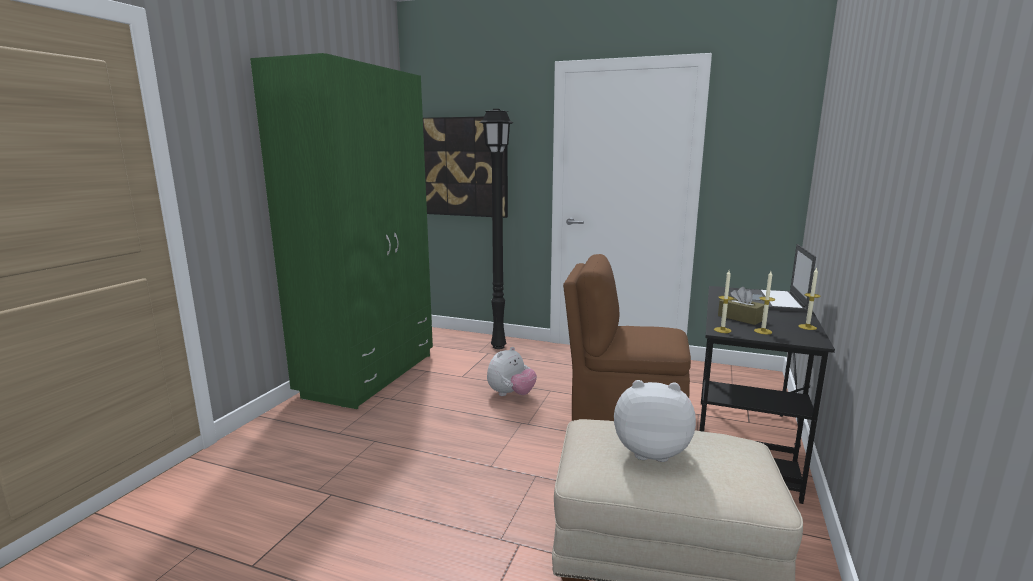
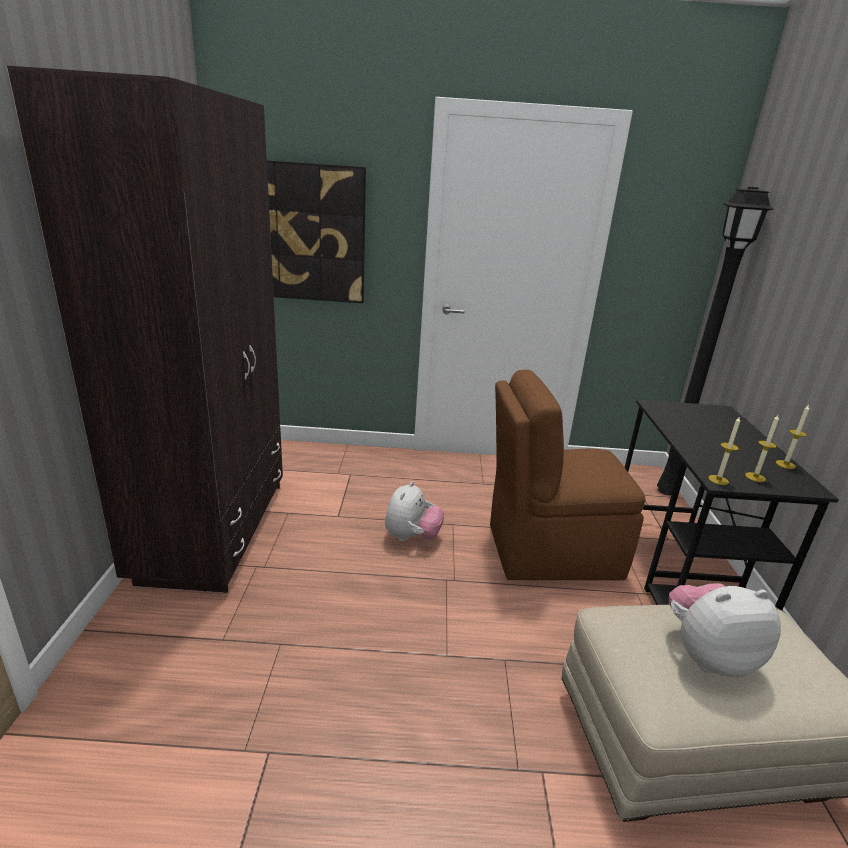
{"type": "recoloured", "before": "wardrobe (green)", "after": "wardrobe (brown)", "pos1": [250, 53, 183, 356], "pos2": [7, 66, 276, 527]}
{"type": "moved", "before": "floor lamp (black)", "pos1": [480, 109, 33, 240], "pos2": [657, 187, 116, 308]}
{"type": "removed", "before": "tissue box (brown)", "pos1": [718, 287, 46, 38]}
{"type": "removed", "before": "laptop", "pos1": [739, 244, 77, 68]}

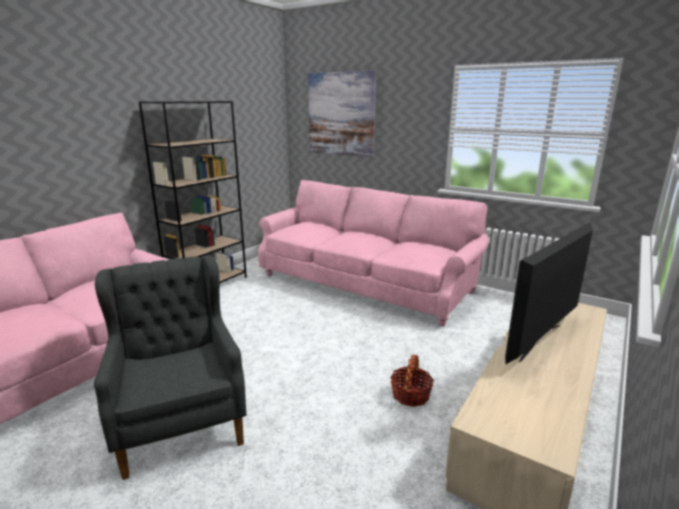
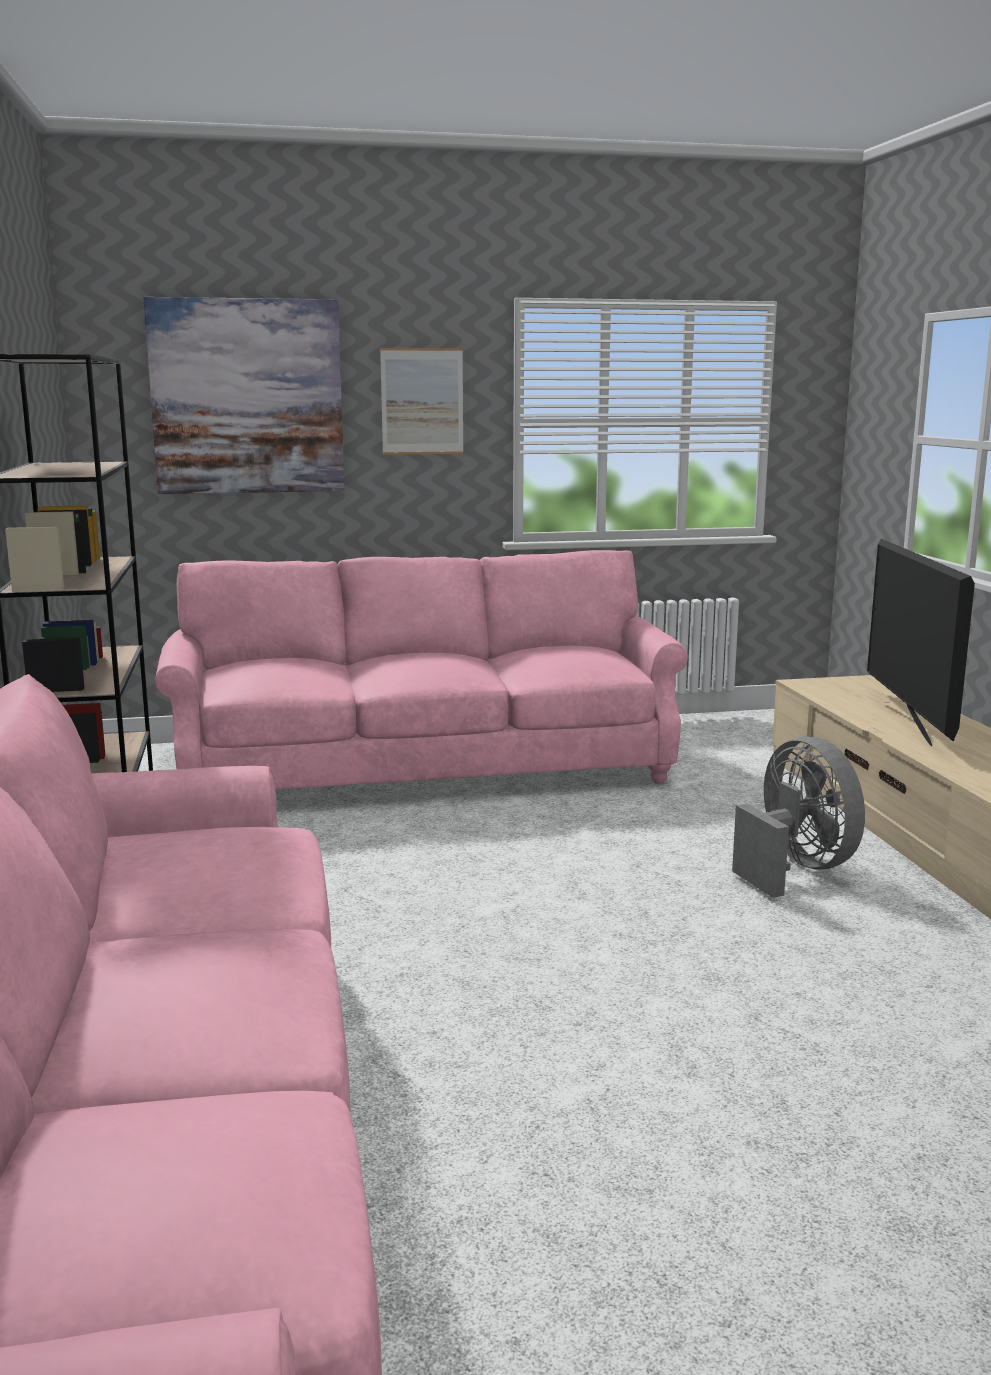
{"type": "added", "after": "picture", "pos2": [380, 348, 84, 107]}
{"type": "replaced", "before": "basket", "after": "fan (grey)", "pos1": [390, 355, 44, 52], "pos2": [732, 736, 133, 162]}
{"type": "removed", "before": "armchair (grey)", "pos1": [94, 256, 153, 224]}

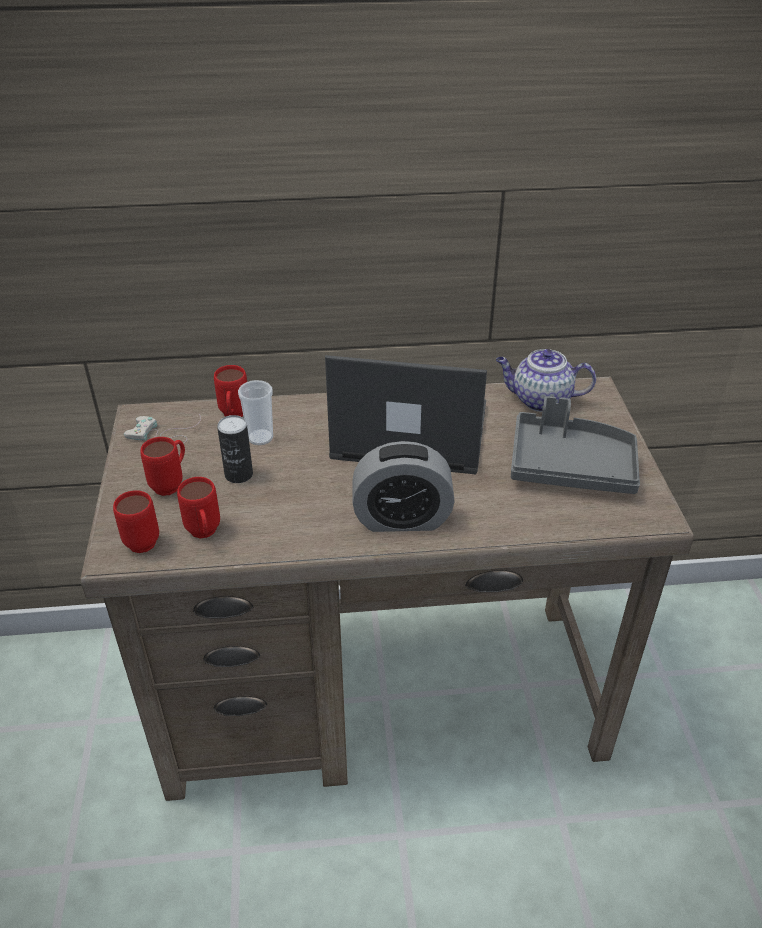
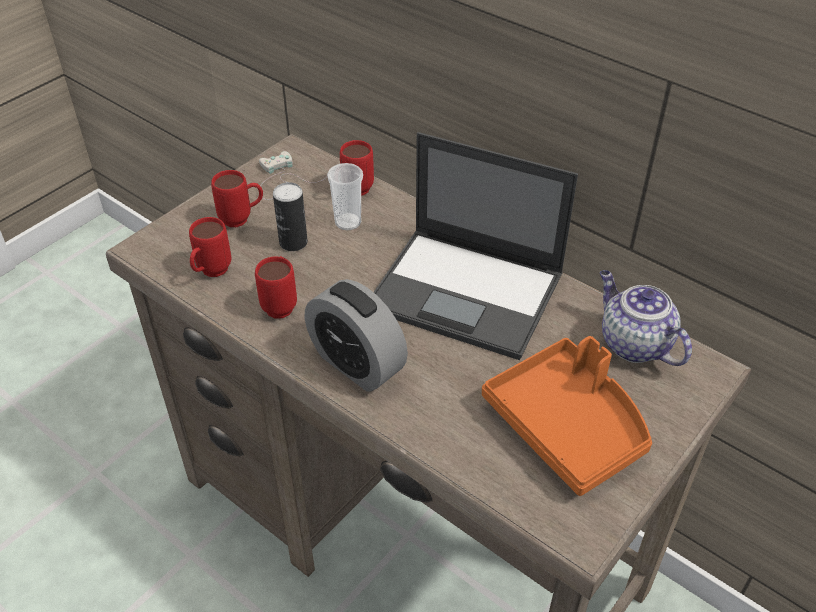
{"type": "moved", "before": "mug (red)", "pos1": [113, 490, 46, 63], "pos2": [255, 256, 42, 63]}
{"type": "turned", "before": "laptop", "pos1": [325, 355, 162, 119], "pos2": [374, 132, 204, 228], "turn": 150}
{"type": "recoloured", "before": "tray (grey)", "after": "tray (orange)", "pos1": [511, 396, 129, 98], "pos2": [482, 336, 170, 160]}

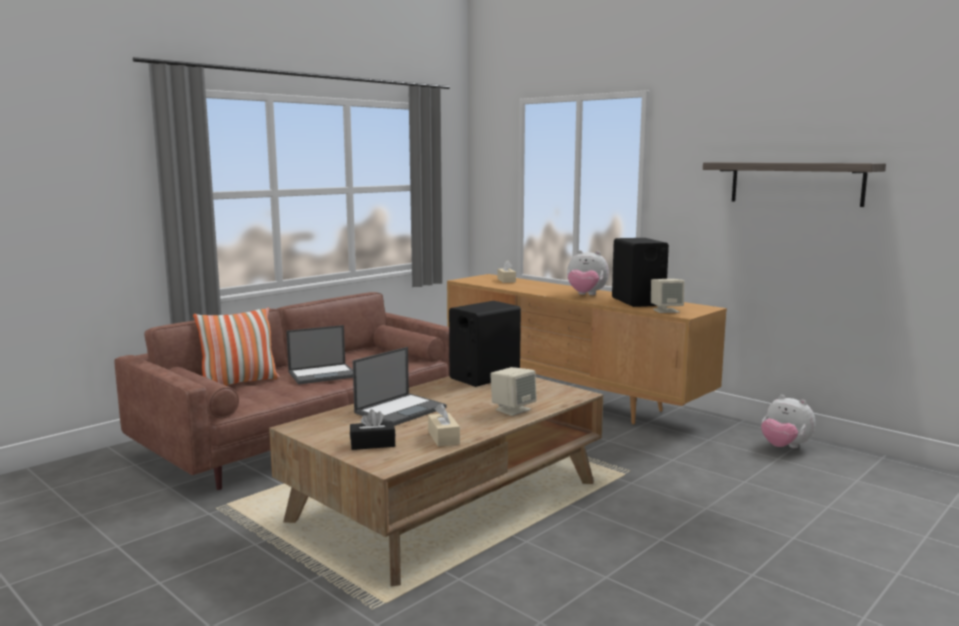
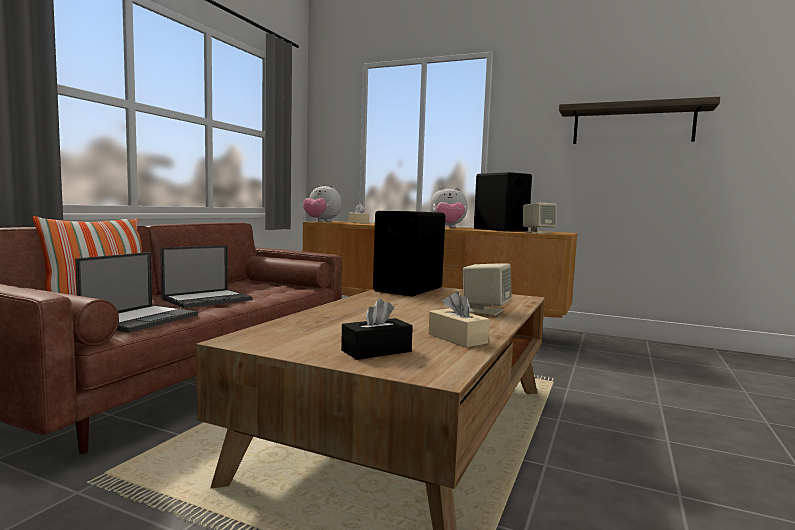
{"type": "moved", "before": "laptop", "pos1": [353, 347, 94, 79], "pos2": [75, 252, 123, 81]}
{"type": "moved", "before": "plush toy", "pos1": [761, 395, 54, 53], "pos2": [303, 185, 38, 37]}

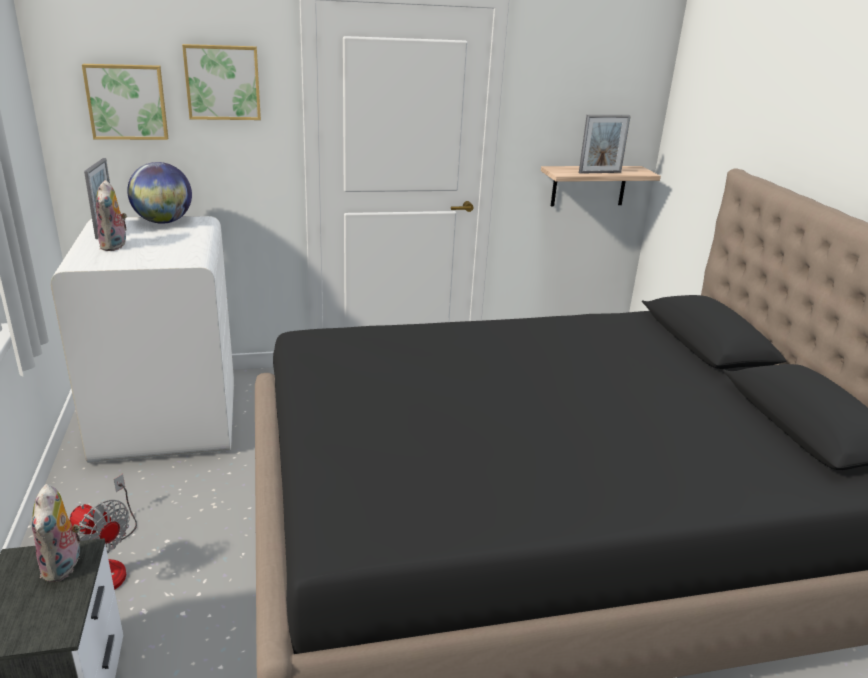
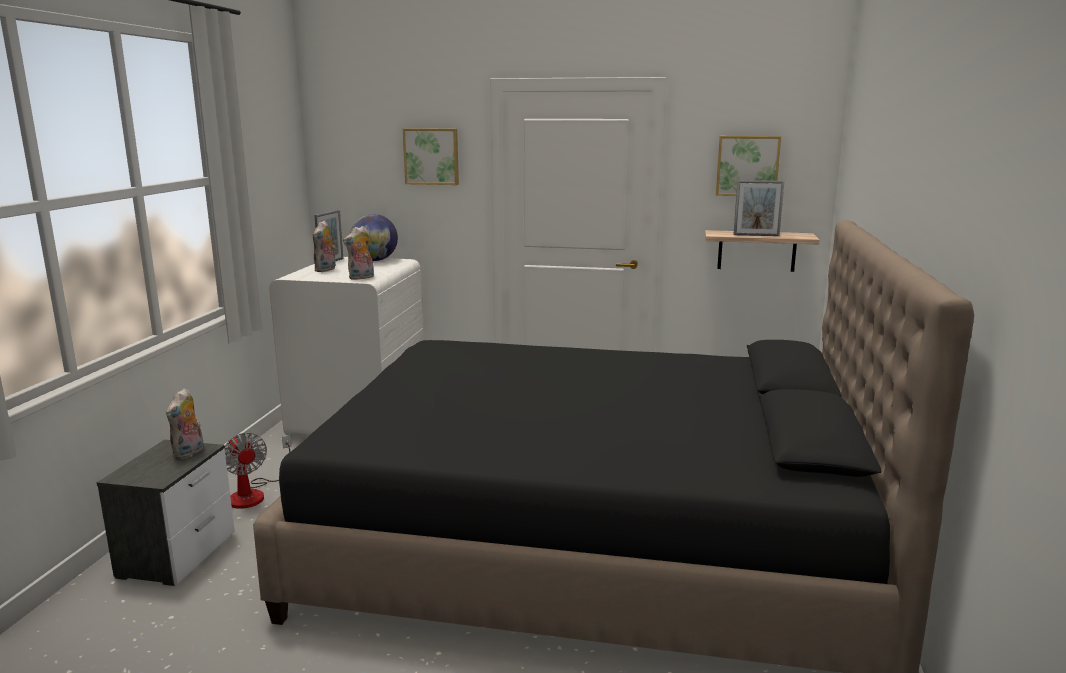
{"type": "added", "after": "plush toy", "pos2": [343, 226, 31, 54]}
{"type": "moved", "before": "picture", "pos1": [82, 64, 86, 76], "pos2": [716, 136, 65, 60]}

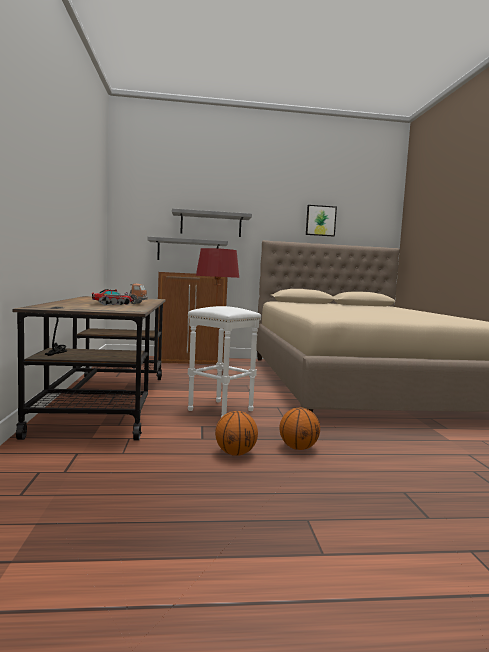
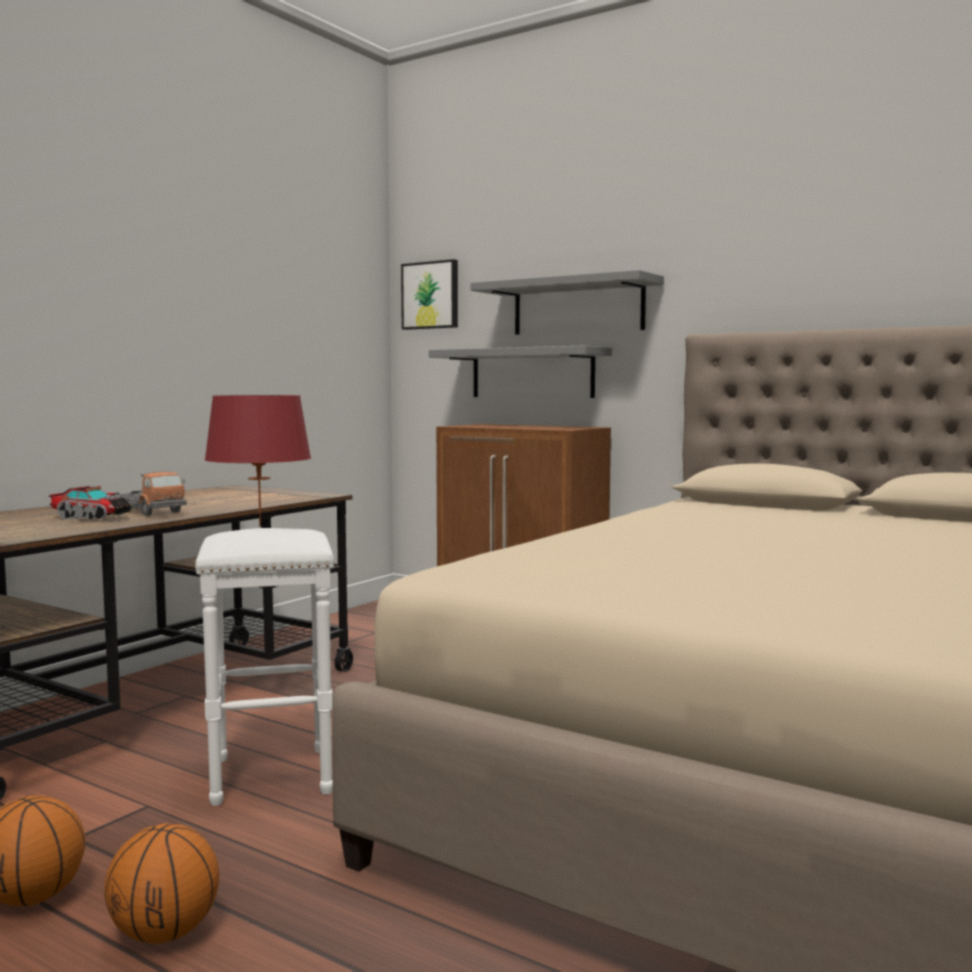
{"type": "moved", "before": "picture", "pos1": [306, 205, 31, 32], "pos2": [401, 259, 57, 71]}

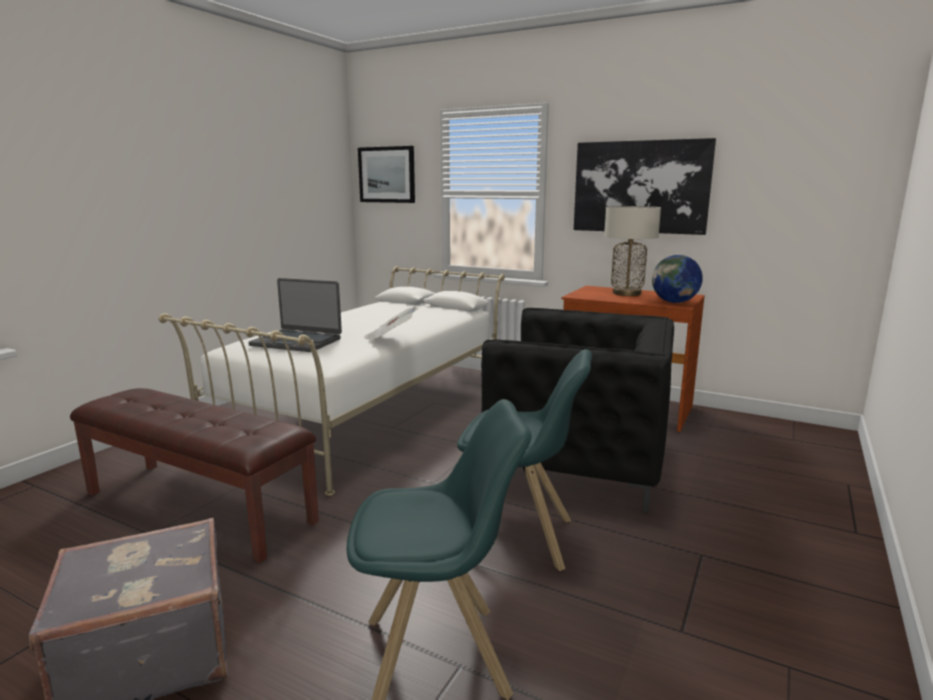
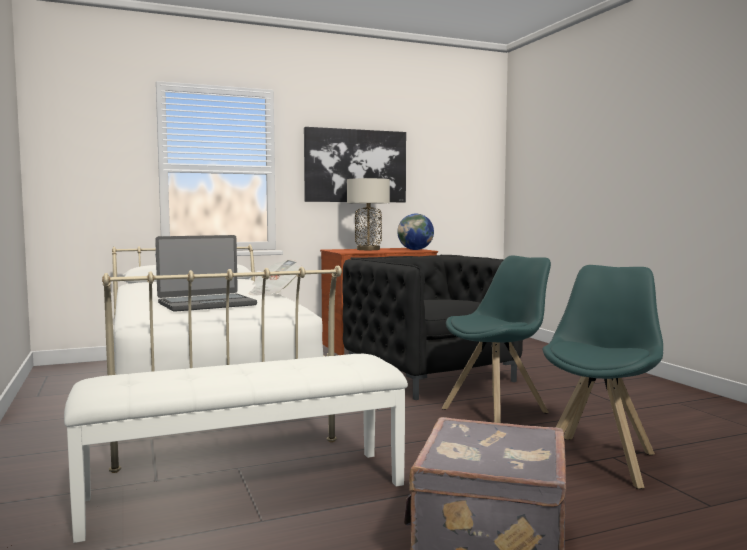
{"type": "recoloured", "before": "bench (brown)", "after": "bench (white)", "pos1": [70, 388, 249, 175], "pos2": [64, 354, 344, 189]}
{"type": "turned", "before": "armchair (black)", "pos1": [481, 308, 193, 204], "pos2": [342, 255, 181, 145], "turn": -90}
{"type": "removed", "before": "picture", "pos1": [358, 146, 57, 57]}

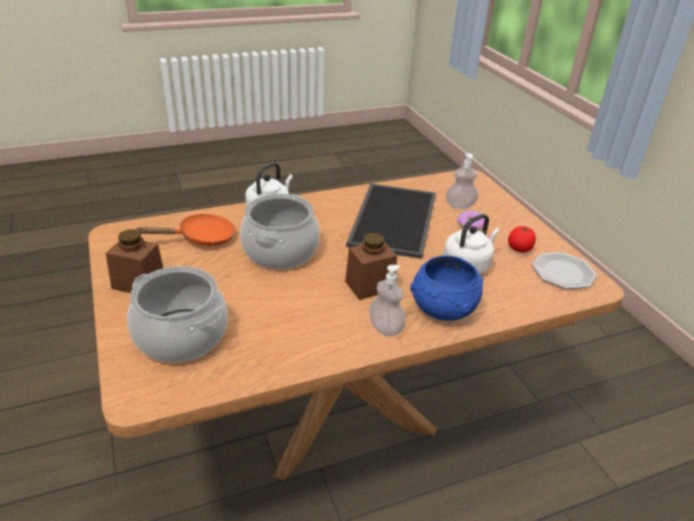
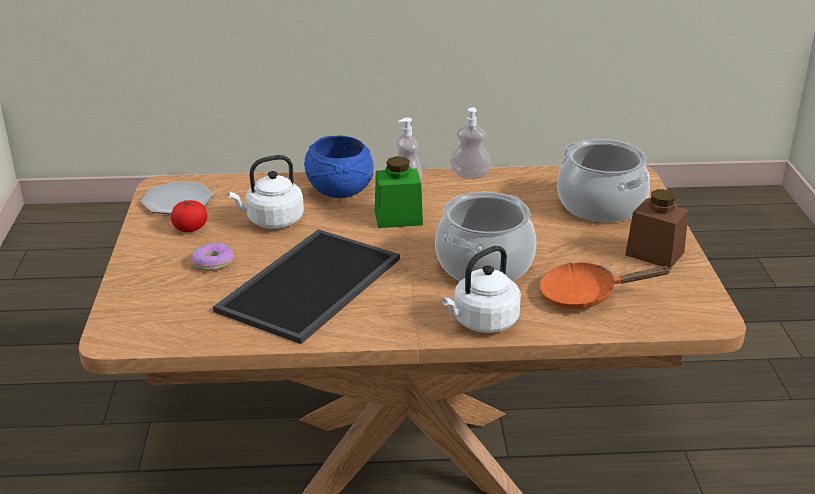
{"type": "recoloured", "before": "jar (brown)", "after": "jar (green)", "pos1": [345, 233, 52, 67], "pos2": [375, 156, 48, 72]}
{"type": "moved", "before": "soap dispenser", "pos1": [446, 153, 32, 56], "pos2": [450, 107, 41, 72]}

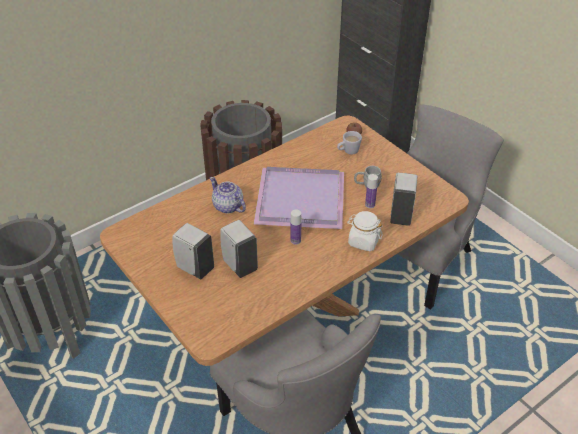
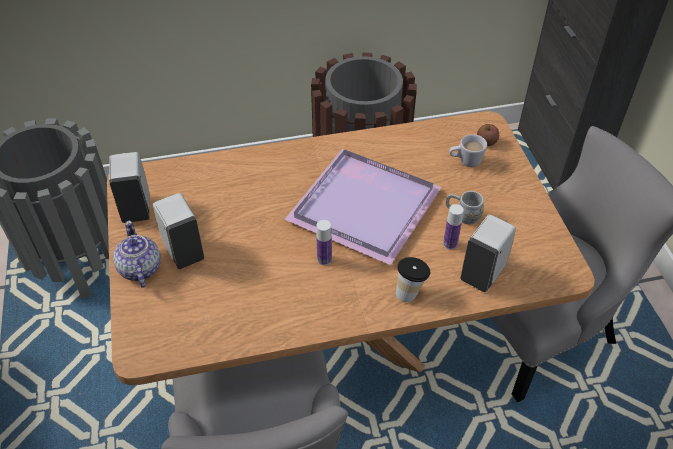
{"type": "moved", "before": "soap dispenser (white)", "pos1": [220, 220, 38, 58], "pos2": [109, 152, 41, 71]}
{"type": "moved", "before": "teapot", "pos1": [210, 177, 36, 36], "pos2": [113, 221, 48, 67]}
{"type": "replaced", "before": "jar (white)", "after": "cup", "pos1": [347, 211, 36, 40], "pos2": [396, 257, 34, 45]}

